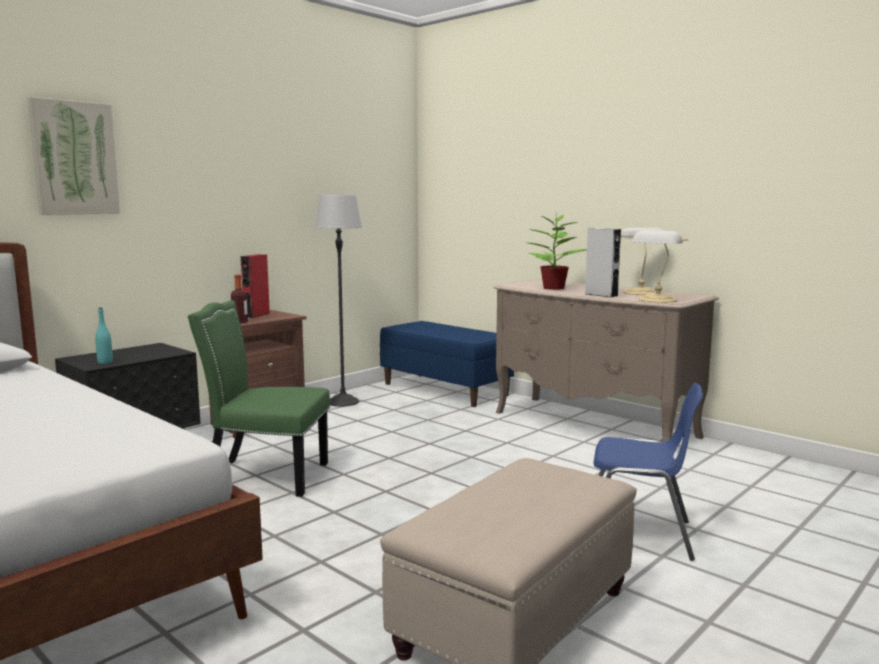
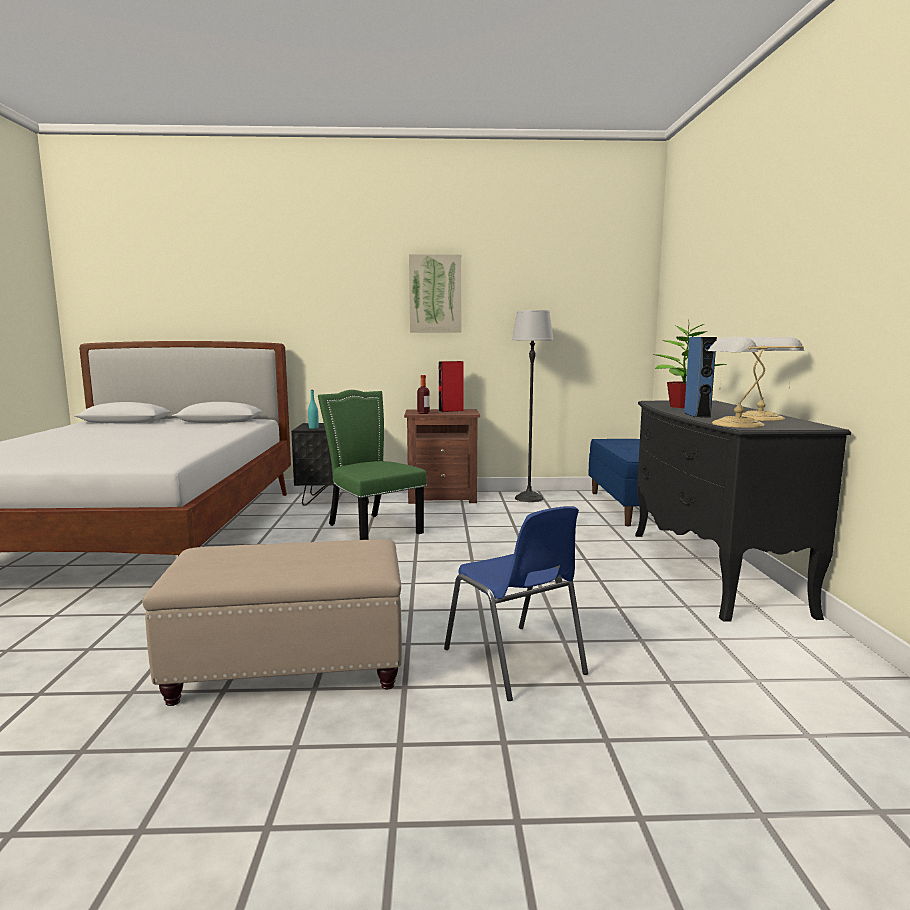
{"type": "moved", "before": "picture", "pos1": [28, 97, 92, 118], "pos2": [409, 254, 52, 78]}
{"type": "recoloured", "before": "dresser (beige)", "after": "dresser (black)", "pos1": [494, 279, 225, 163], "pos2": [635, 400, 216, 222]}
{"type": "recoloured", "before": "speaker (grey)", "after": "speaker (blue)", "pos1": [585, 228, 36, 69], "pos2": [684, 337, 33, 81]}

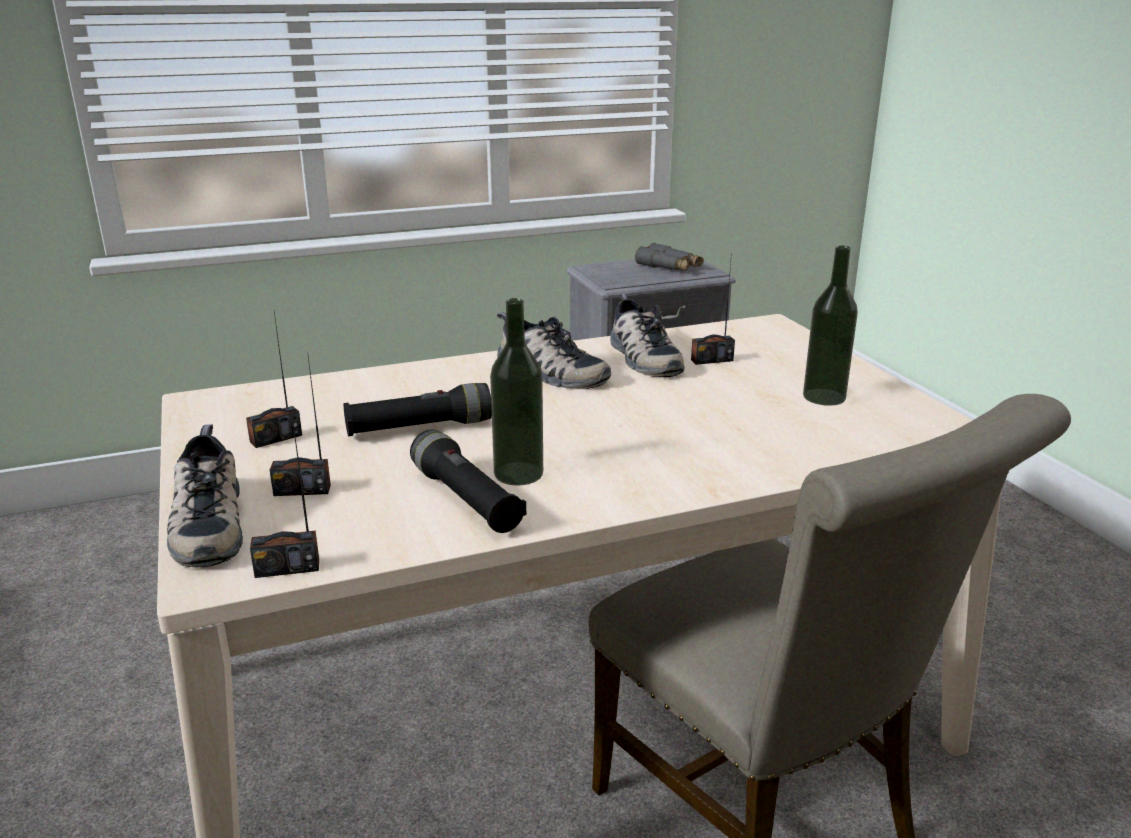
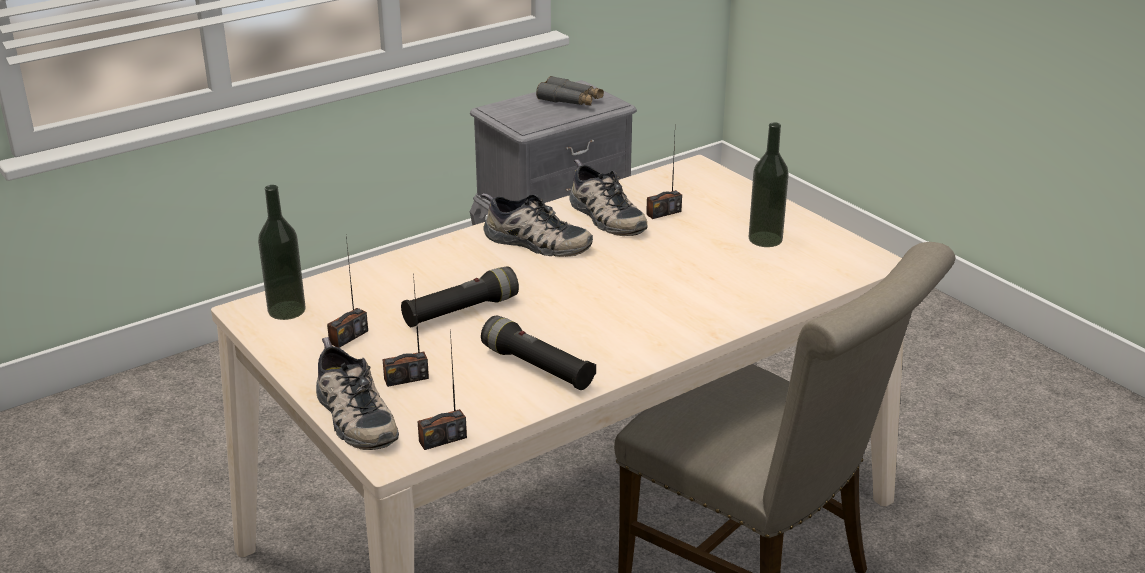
{"type": "moved", "before": "bottle", "pos1": [490, 298, 53, 187], "pos2": [258, 185, 48, 135]}

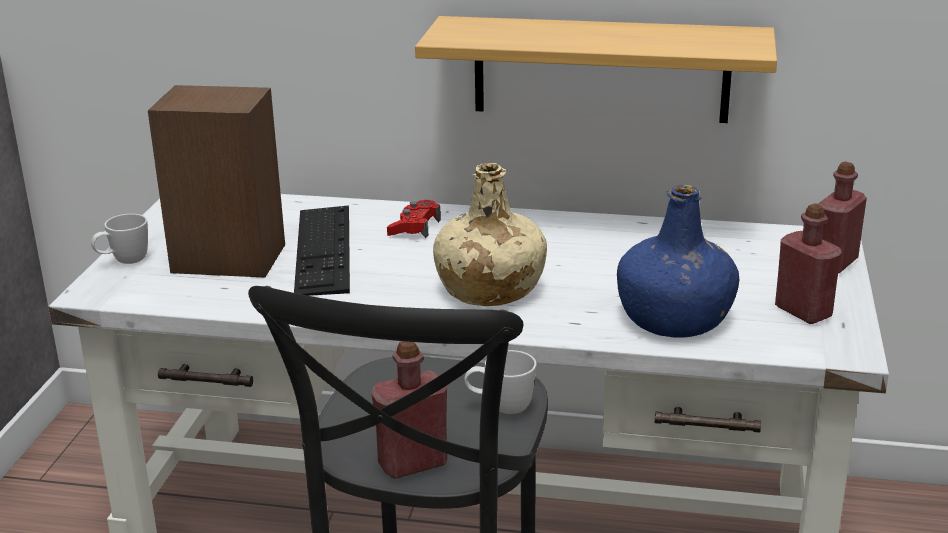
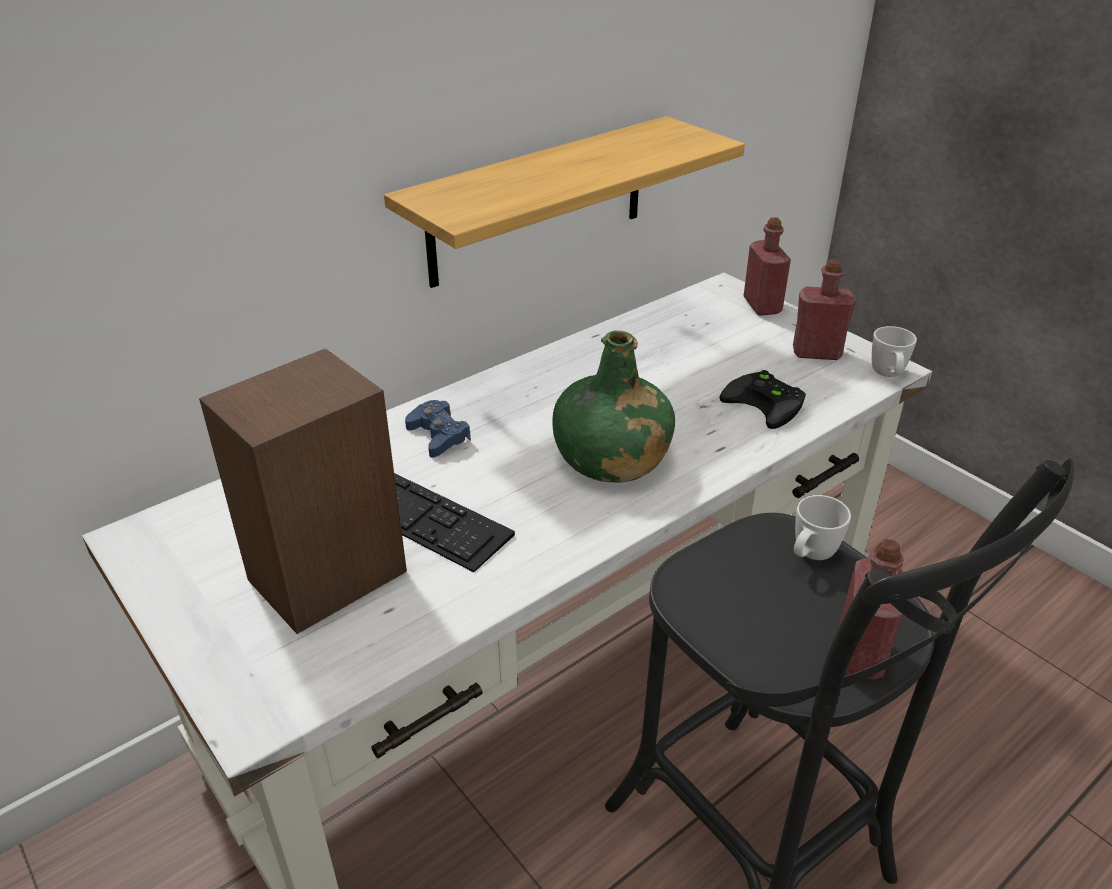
{"type": "recoloured", "before": "game controller (red)", "after": "game controller (blue)", "pos1": [387, 200, 54, 38], "pos2": [405, 400, 66, 58]}
{"type": "recoloured", "before": "bottle (beige)", "after": "bottle (green)", "pos1": [433, 163, 114, 143], "pos2": [552, 330, 123, 153]}
{"type": "replaced", "before": "bottle (blue)", "after": "game controller (black)", "pos1": [617, 185, 122, 153], "pos2": [719, 370, 87, 59]}
{"type": "moved", "before": "mug (white)", "pos1": [91, 214, 57, 50], "pos2": [871, 326, 46, 51]}

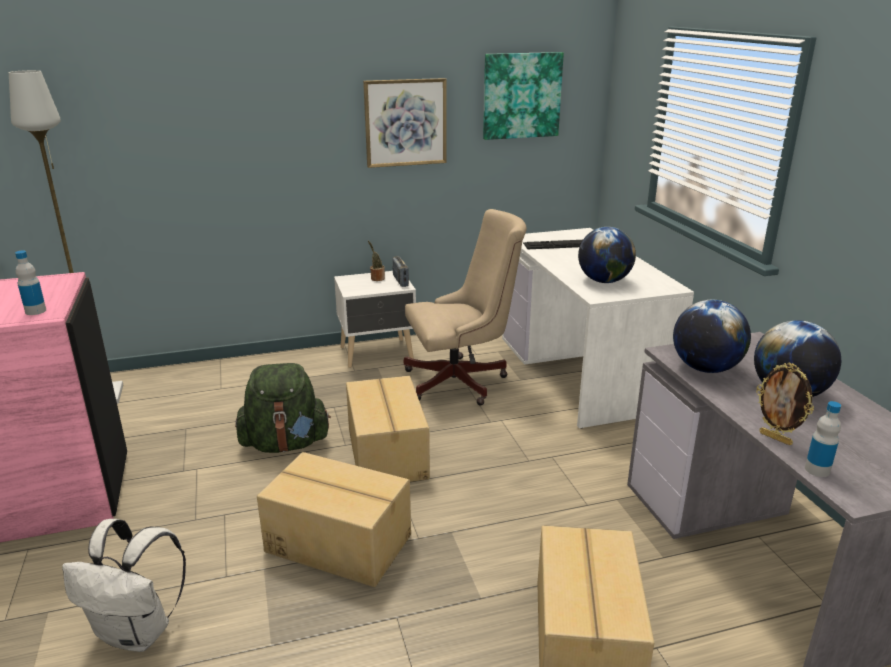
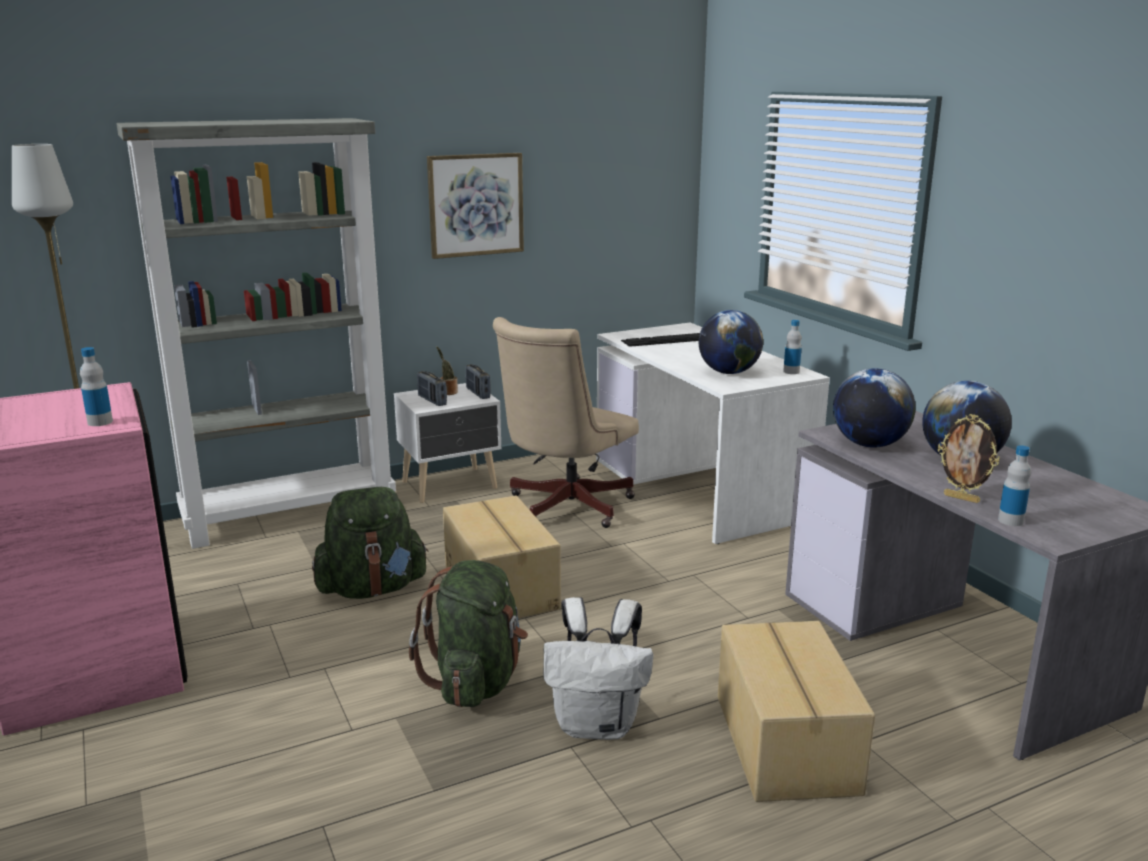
{"type": "added", "after": "bookcase (grey)", "pos2": [116, 118, 280, 431]}
{"type": "replaced", "before": "cardboard box", "after": "backpack (green)", "pos1": [257, 452, 154, 135], "pos2": [409, 560, 119, 147]}
{"type": "added", "after": "radio", "pos2": [417, 371, 30, 35]}
{"type": "turned", "before": "office chair (beige)", "pos1": [404, 209, 123, 197], "pos2": [493, 317, 146, 211], "turn": 150}
{"type": "moved", "before": "backpack (white)", "pos1": [62, 519, 124, 133], "pos2": [543, 597, 111, 143]}
{"type": "added", "after": "bottle", "pos2": [783, 320, 19, 54]}
{"type": "removed", "before": "picture", "pos1": [483, 52, 81, 88]}

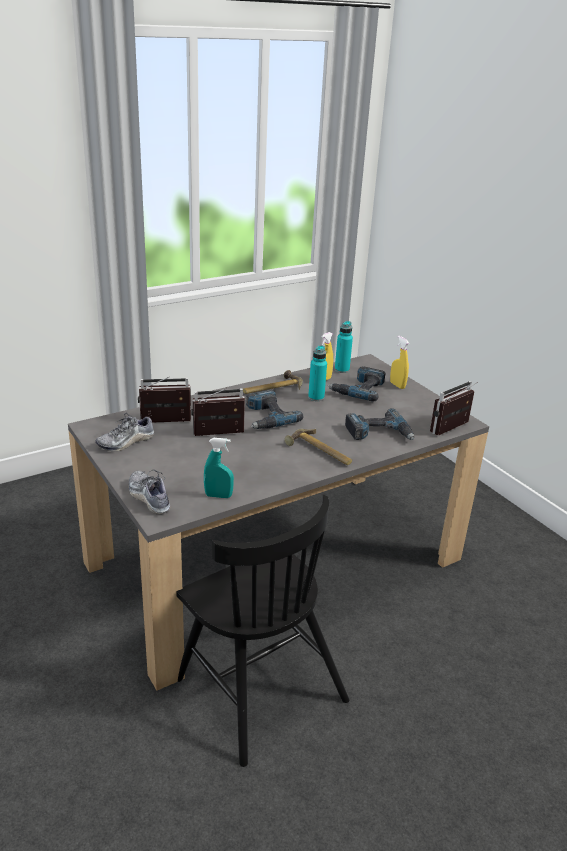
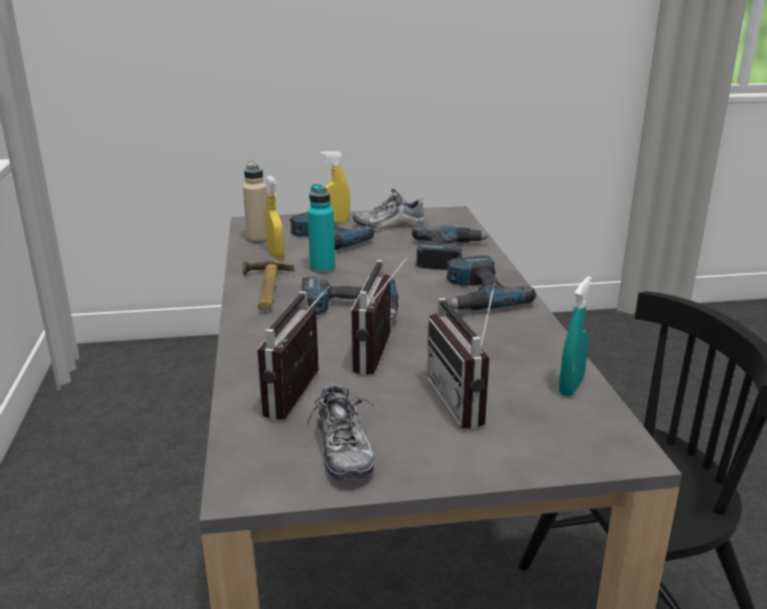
{"type": "recoloured", "before": "bottle (turquoise)", "after": "bottle (beige)", "pos1": [335, 321, 18, 52], "pos2": [243, 161, 24, 82]}
{"type": "moved", "before": "shoe", "pos1": [129, 470, 41, 44], "pos2": [353, 189, 72, 42]}
{"type": "moved", "before": "radio", "pos1": [430, 381, 48, 55], "pos2": [426, 284, 69, 145]}
{"type": "replaced", "before": "hammer", "after": "power drill", "pos1": [284, 429, 68, 36], "pos2": [446, 255, 90, 55]}

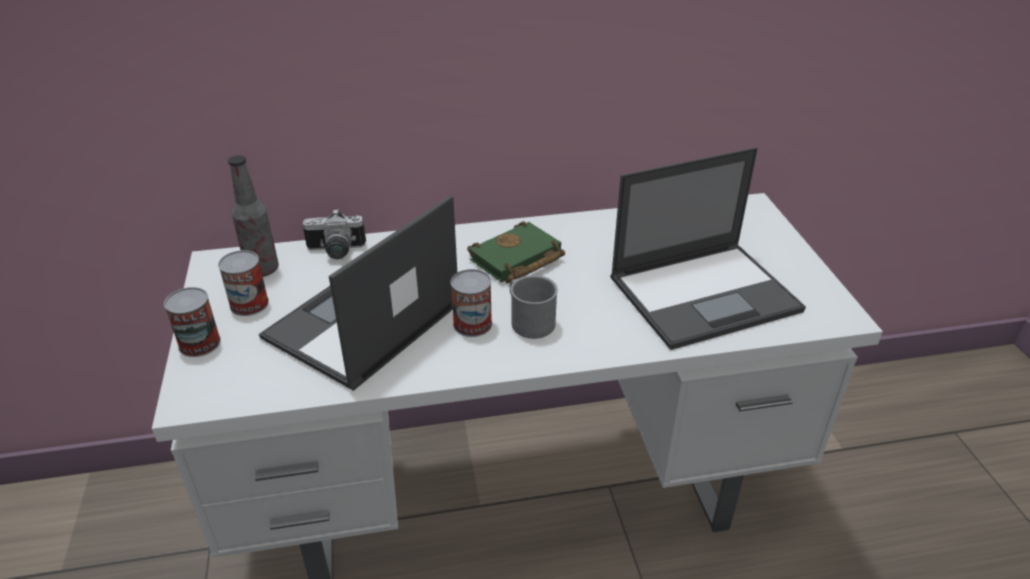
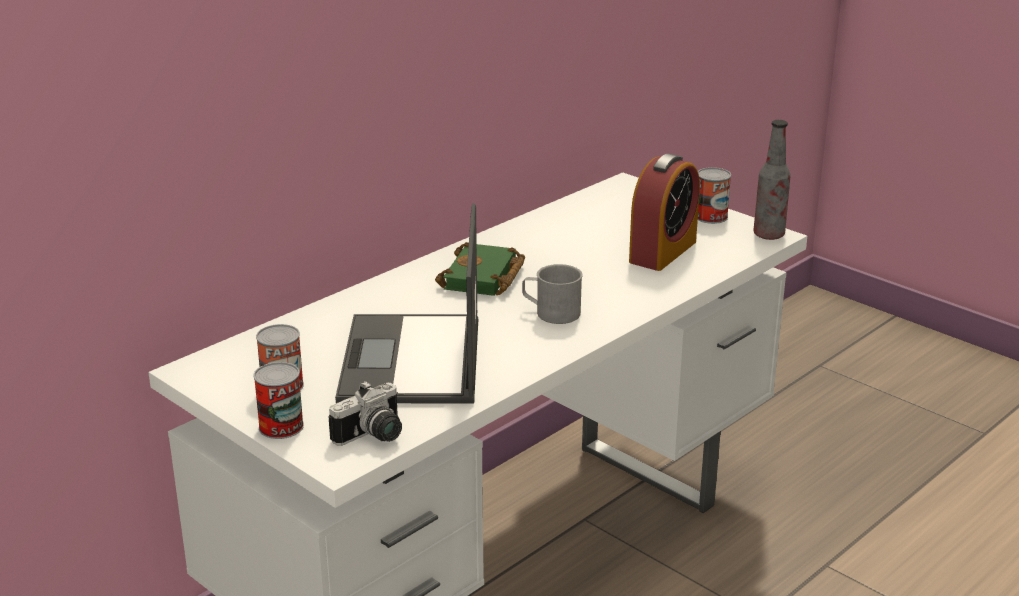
{"type": "moved", "before": "photo camera", "pos1": [303, 209, 63, 50], "pos2": [328, 381, 74, 65]}
{"type": "replaced", "before": "laptop", "after": "alarm clock", "pos1": [610, 147, 196, 203], "pos2": [629, 154, 71, 117]}
{"type": "moved", "before": "can", "pos1": [451, 269, 41, 68], "pos2": [698, 167, 33, 57]}
{"type": "moved", "before": "bottle", "pos1": [228, 155, 51, 122], "pos2": [753, 120, 38, 120]}

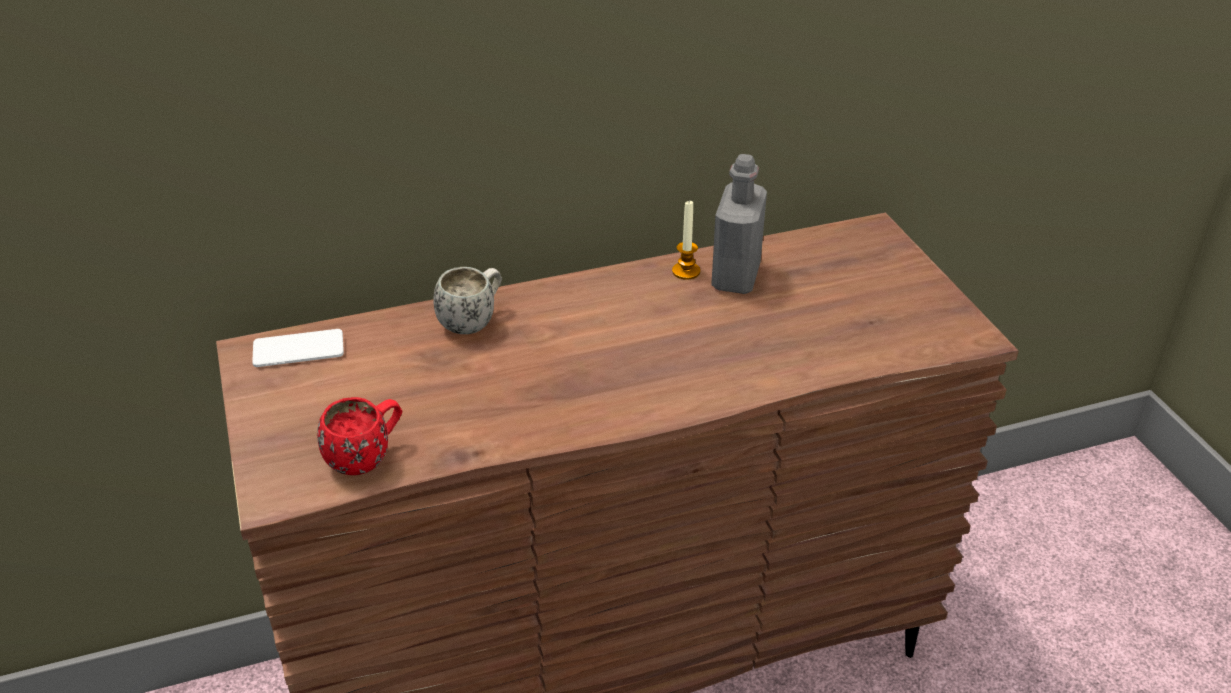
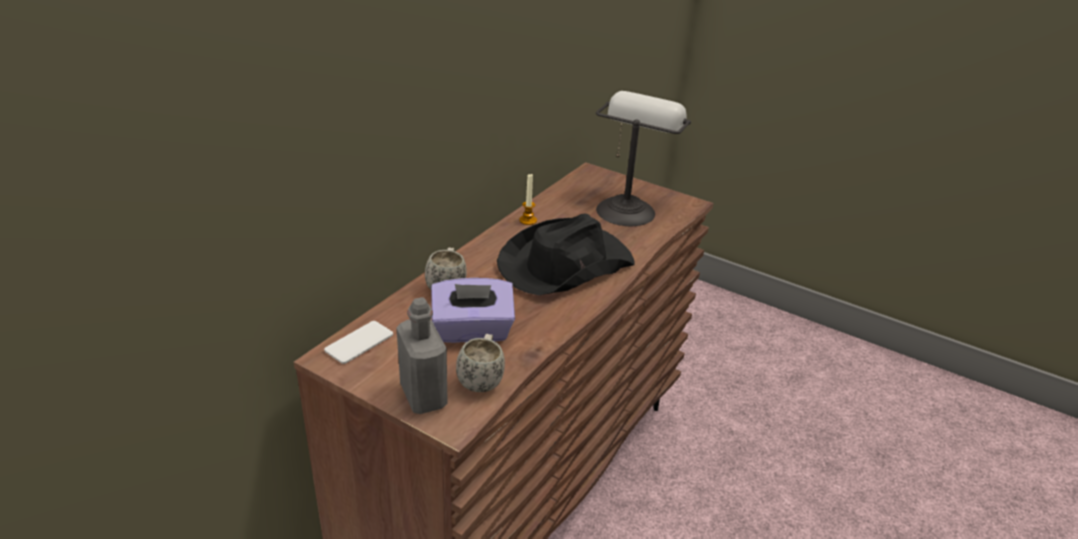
{"type": "moved", "before": "bottle (grey)", "pos1": [711, 154, 56, 140], "pos2": [396, 297, 52, 117]}
{"type": "added", "after": "tissue box (purple)", "pos2": [431, 278, 84, 65]}
{"type": "recoloured", "before": "mug (red)", "after": "mug (white)", "pos1": [317, 397, 85, 78], "pos2": [456, 334, 49, 58]}
{"type": "added", "after": "hat (black)", "pos2": [497, 213, 137, 82]}
{"type": "added", "after": "table lamp", "pos2": [596, 91, 95, 135]}

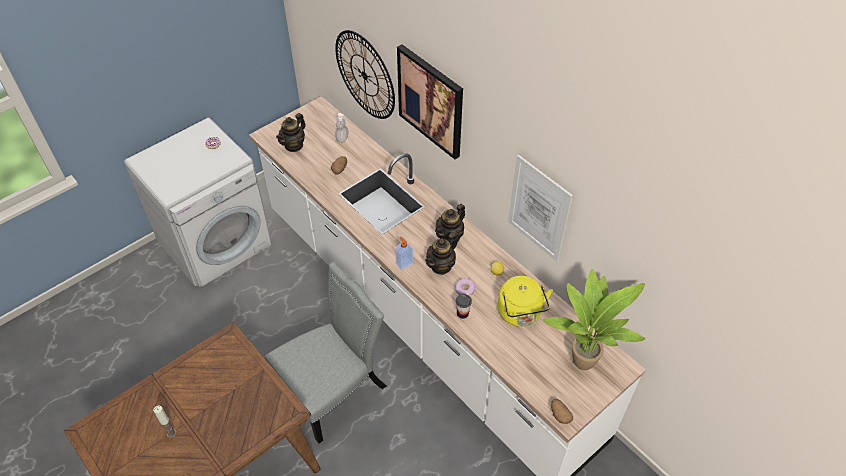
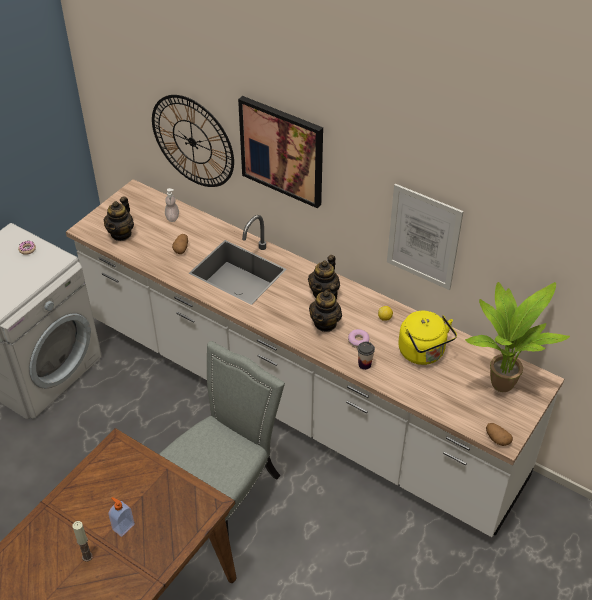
{"type": "moved", "before": "soap dispenser", "pos1": [395, 237, 18, 33], "pos2": [108, 497, 27, 40]}

